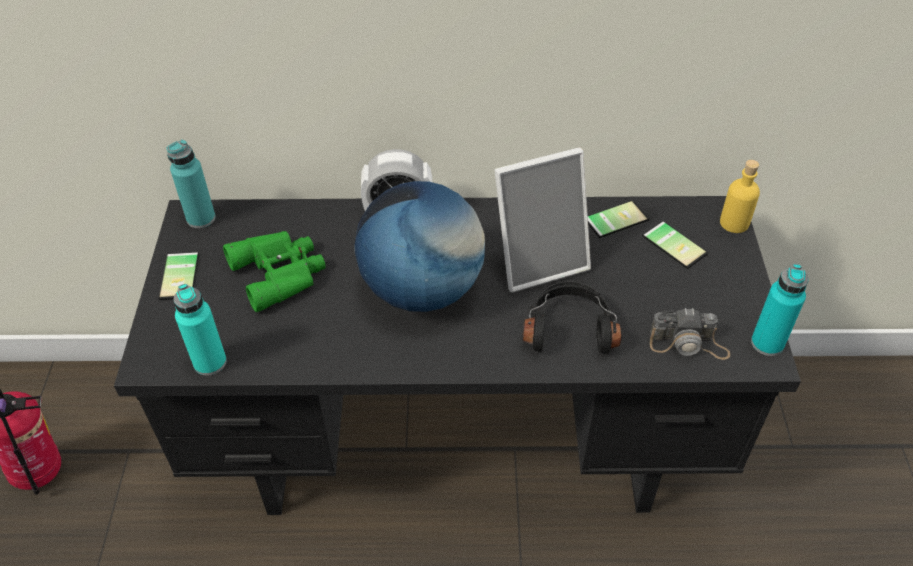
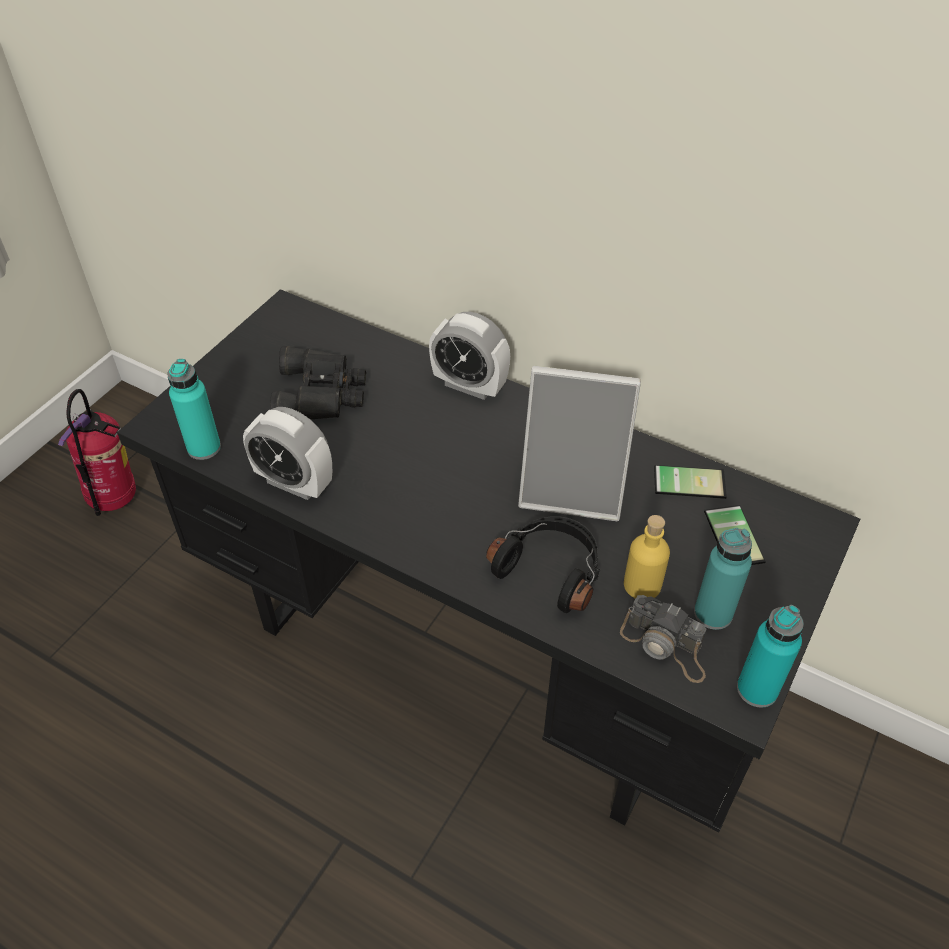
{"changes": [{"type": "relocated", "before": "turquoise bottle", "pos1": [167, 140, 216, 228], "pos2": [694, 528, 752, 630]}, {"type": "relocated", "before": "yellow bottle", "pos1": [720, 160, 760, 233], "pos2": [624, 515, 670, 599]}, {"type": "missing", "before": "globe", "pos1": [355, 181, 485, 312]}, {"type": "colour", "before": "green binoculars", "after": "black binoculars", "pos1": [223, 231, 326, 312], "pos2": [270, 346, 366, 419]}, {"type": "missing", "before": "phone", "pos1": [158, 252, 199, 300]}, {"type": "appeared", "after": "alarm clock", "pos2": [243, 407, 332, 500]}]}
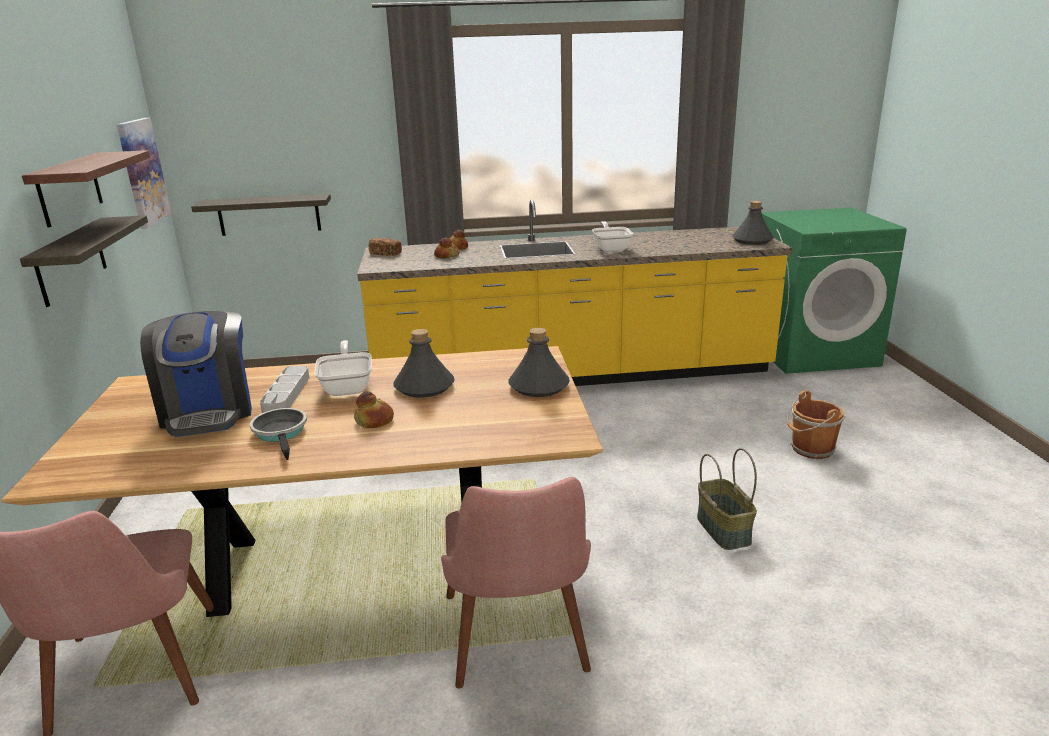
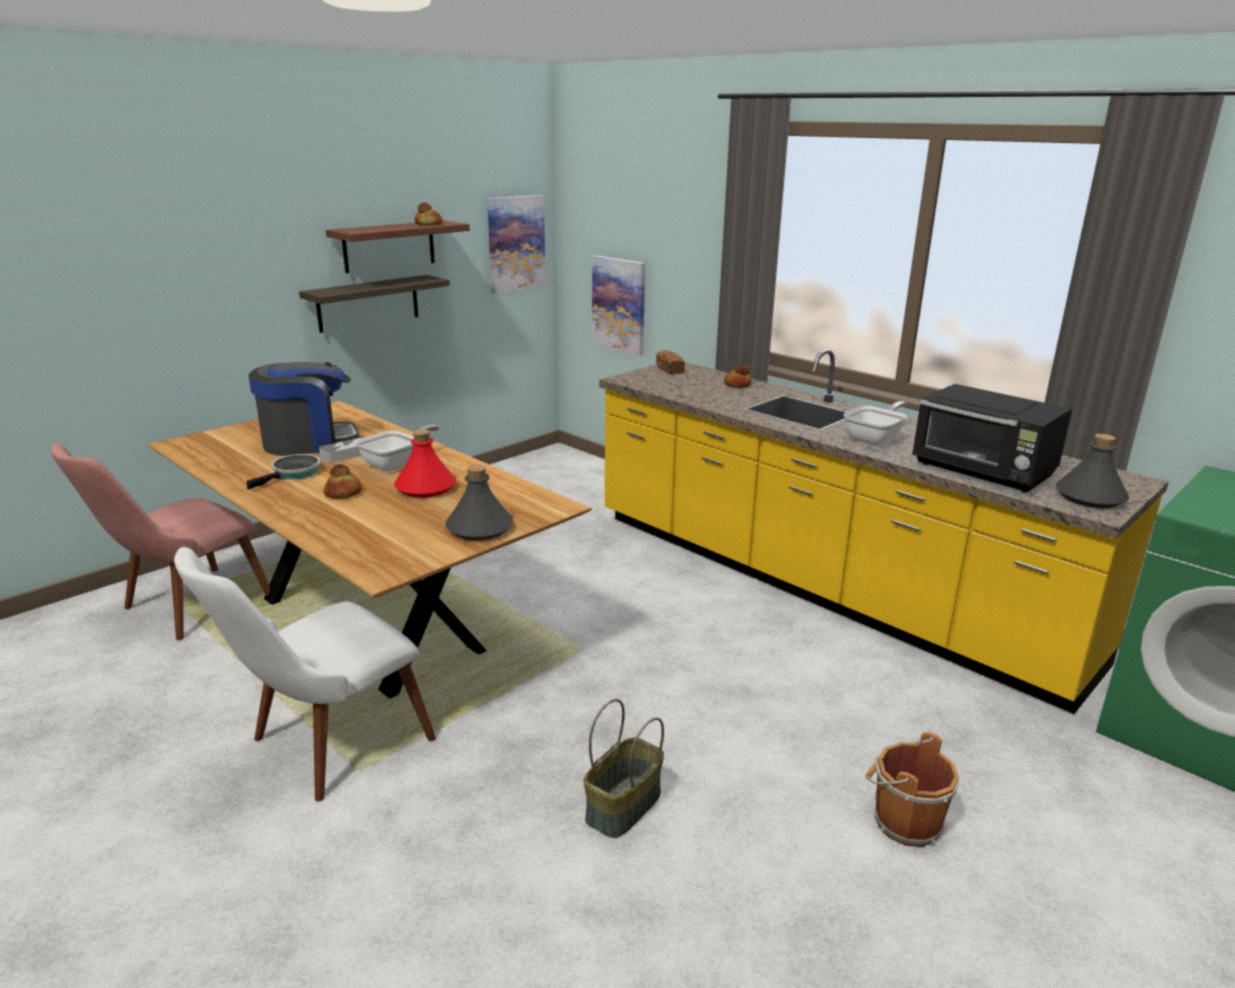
{"changes": [{"type": "exchanged", "before": "shelf", "after": "picture", "pos1": [191, 194, 331, 236], "pos2": [592, 255, 645, 356]}, {"type": "relocated", "before": "bread", "pos1": [434, 238, 460, 258], "pos2": [414, 202, 442, 225]}, {"type": "spun", "before": "coffee machine", "pos1": [140, 311, 252, 437], "pos2": [249, 362, 359, 456], "turn": -150}, {"type": "colour", "before": "grey bottle", "after": "red bottle", "pos1": [393, 329, 454, 398], "pos2": [394, 429, 456, 498]}, {"type": "colour", "before": "pink chair", "after": "white chair", "pos1": [441, 477, 591, 688], "pos2": [174, 547, 436, 802]}, {"type": "appeared", "after": "black microwave", "pos2": [912, 384, 1072, 493]}]}
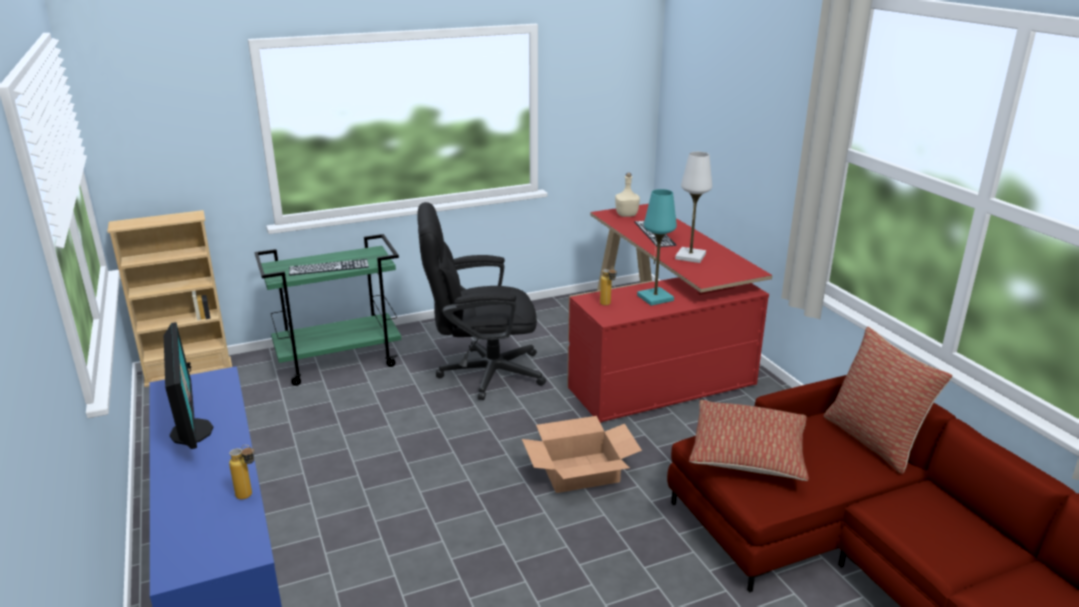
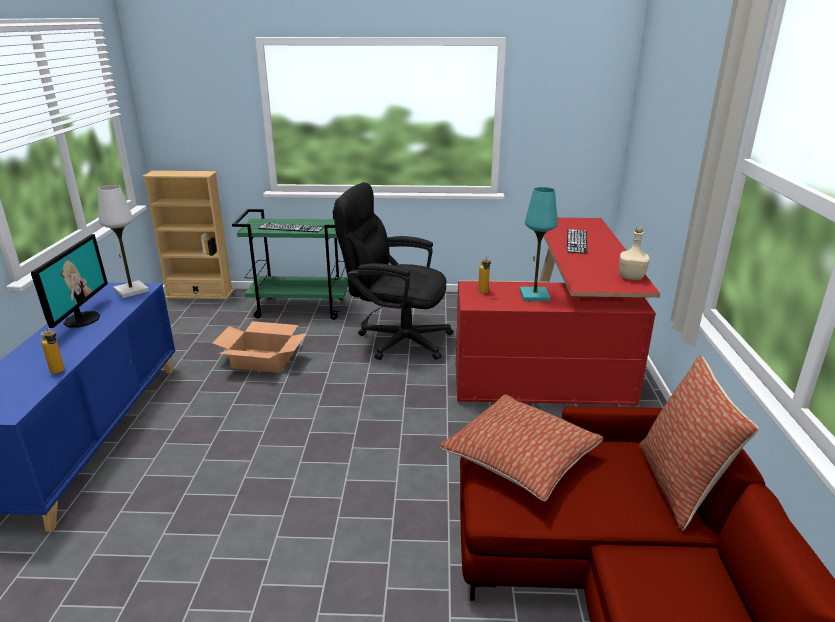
{"changes": [{"type": "relocated", "before": "white table lamp", "pos1": [675, 152, 712, 263], "pos2": [98, 185, 149, 298]}, {"type": "relocated", "before": "beige bottle", "pos1": [615, 173, 640, 217], "pos2": [619, 227, 650, 280]}, {"type": "relocated", "before": "cardboard box", "pos1": [522, 416, 642, 493], "pos2": [212, 321, 307, 373]}]}
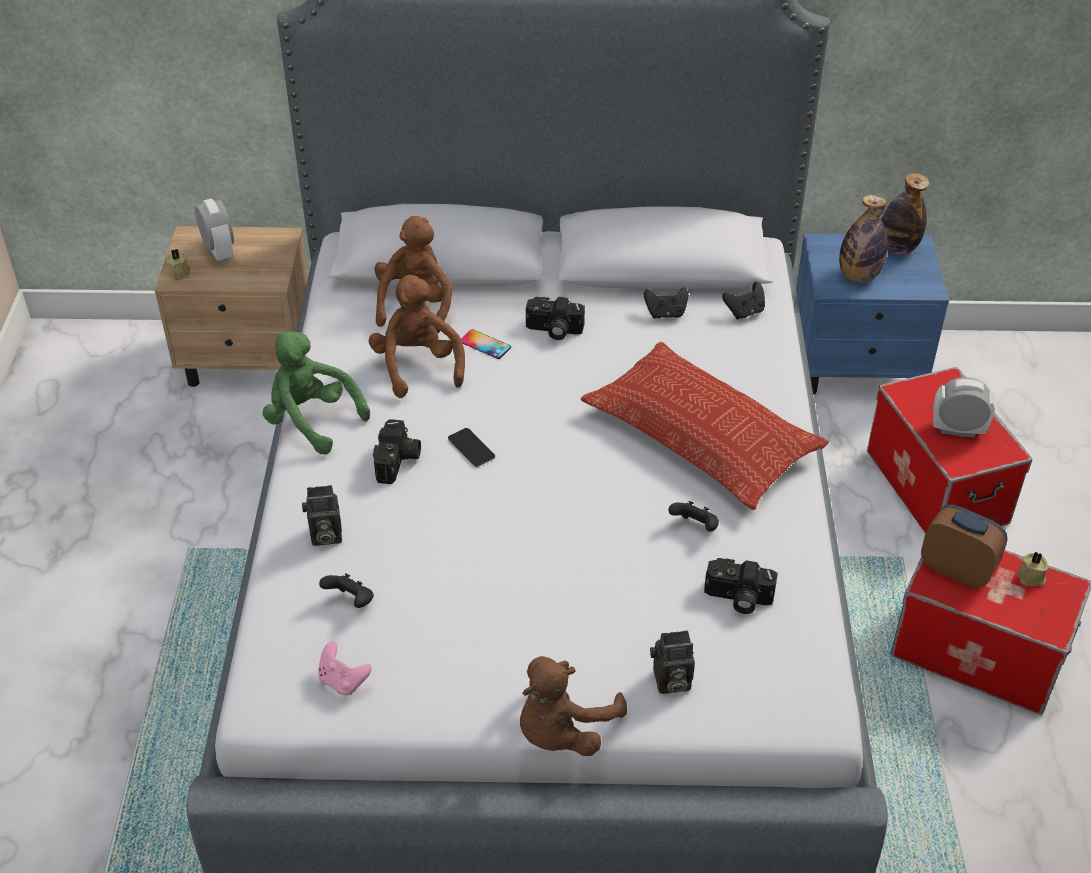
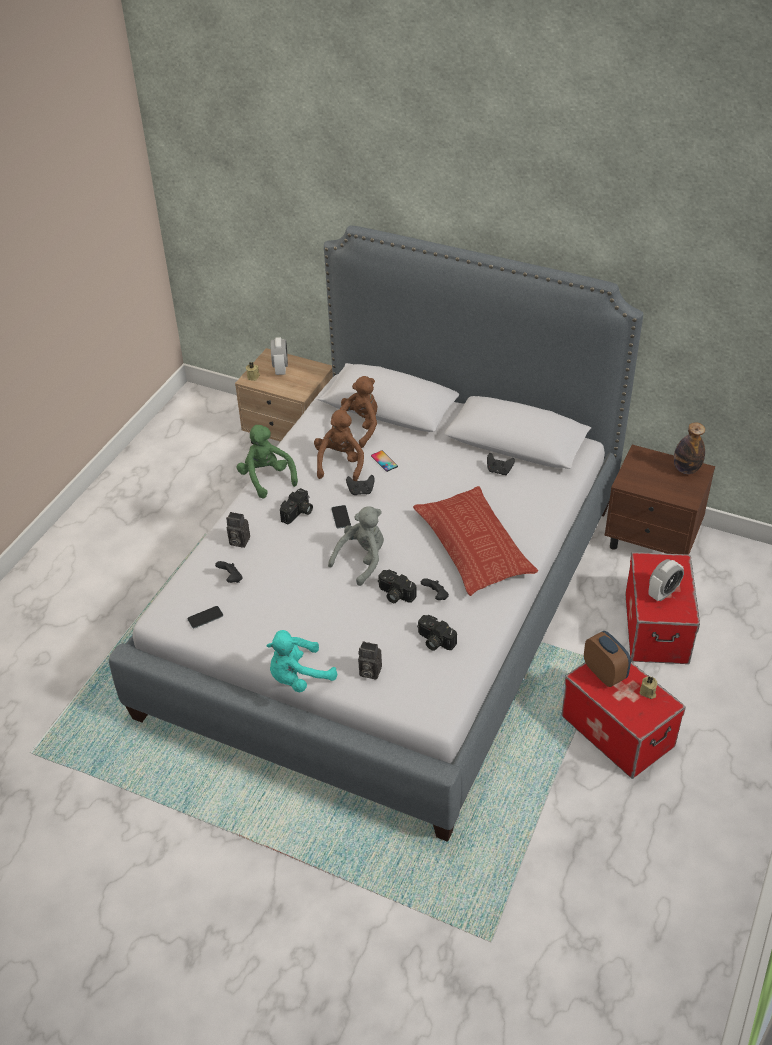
{"changes": [{"type": "missing", "before": "bottle", "pos1": [839, 195, 888, 282]}, {"type": "colour", "before": "blue nightstand", "after": "brown nightstand", "pos1": [796, 234, 949, 395], "pos2": [604, 445, 715, 555]}, {"type": "relocated", "before": "black game controller", "pos1": [722, 282, 765, 319], "pos2": [346, 475, 375, 495]}, {"type": "relocated", "before": "photo camera", "pos1": [526, 297, 585, 340], "pos2": [378, 570, 417, 603]}, {"type": "spun", "before": "alarm clock", "pos1": [933, 377, 995, 438], "pos2": [649, 559, 684, 602], "turn": 105}, {"type": "exchanged", "before": "pink game controller", "after": "phone", "pos1": [318, 641, 372, 695], "pos2": [187, 606, 223, 628]}, {"type": "colour", "before": "brown plush toy", "after": "turquoise plush toy", "pos1": [520, 656, 627, 756], "pos2": [266, 630, 337, 693]}, {"type": "appeared", "after": "grey plush toy", "pos2": [328, 506, 384, 586]}]}
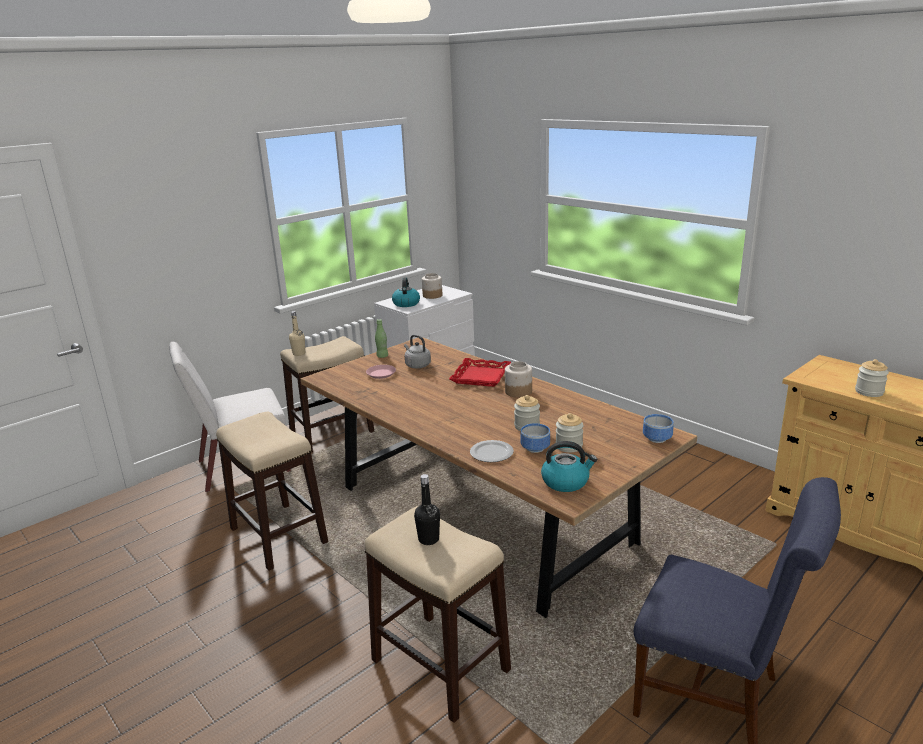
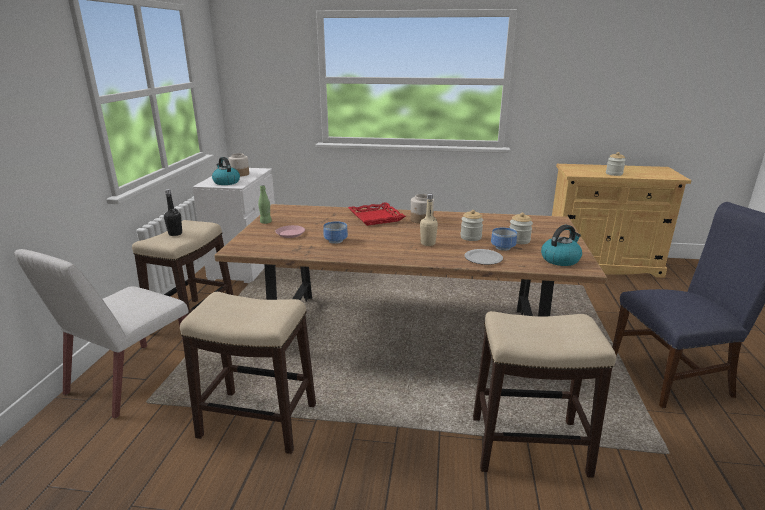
{"changes": [{"type": "relocated", "before": "beige bottle", "pos1": [289, 311, 305, 356], "pos2": [420, 194, 438, 246]}, {"type": "missing", "before": "grey kettle", "pos1": [404, 335, 431, 368]}, {"type": "relocated", "before": "bowl", "pos1": [643, 414, 674, 443], "pos2": [323, 221, 348, 244]}, {"type": "relocated", "before": "black bottle", "pos1": [414, 474, 440, 545], "pos2": [164, 189, 182, 236]}]}
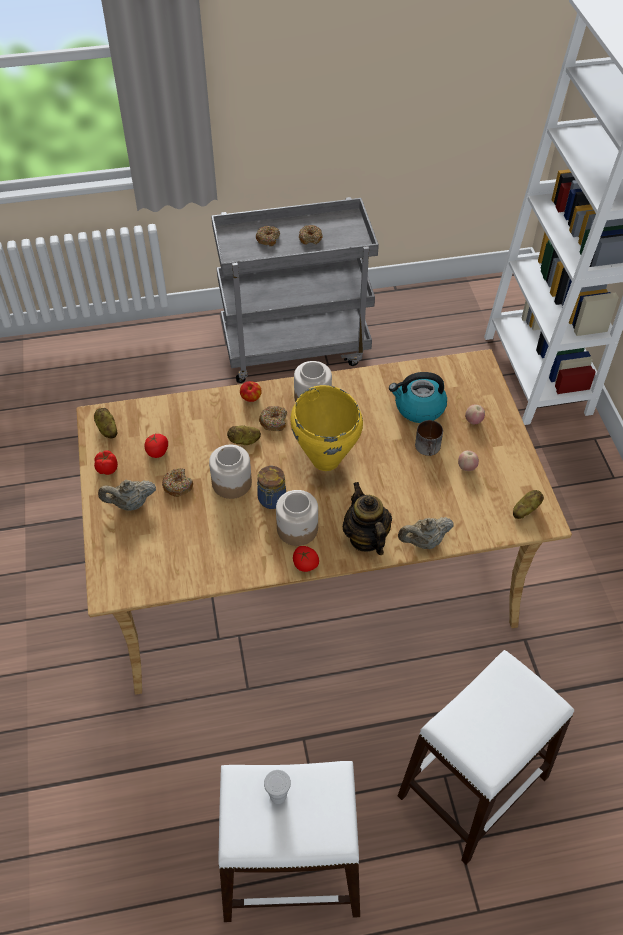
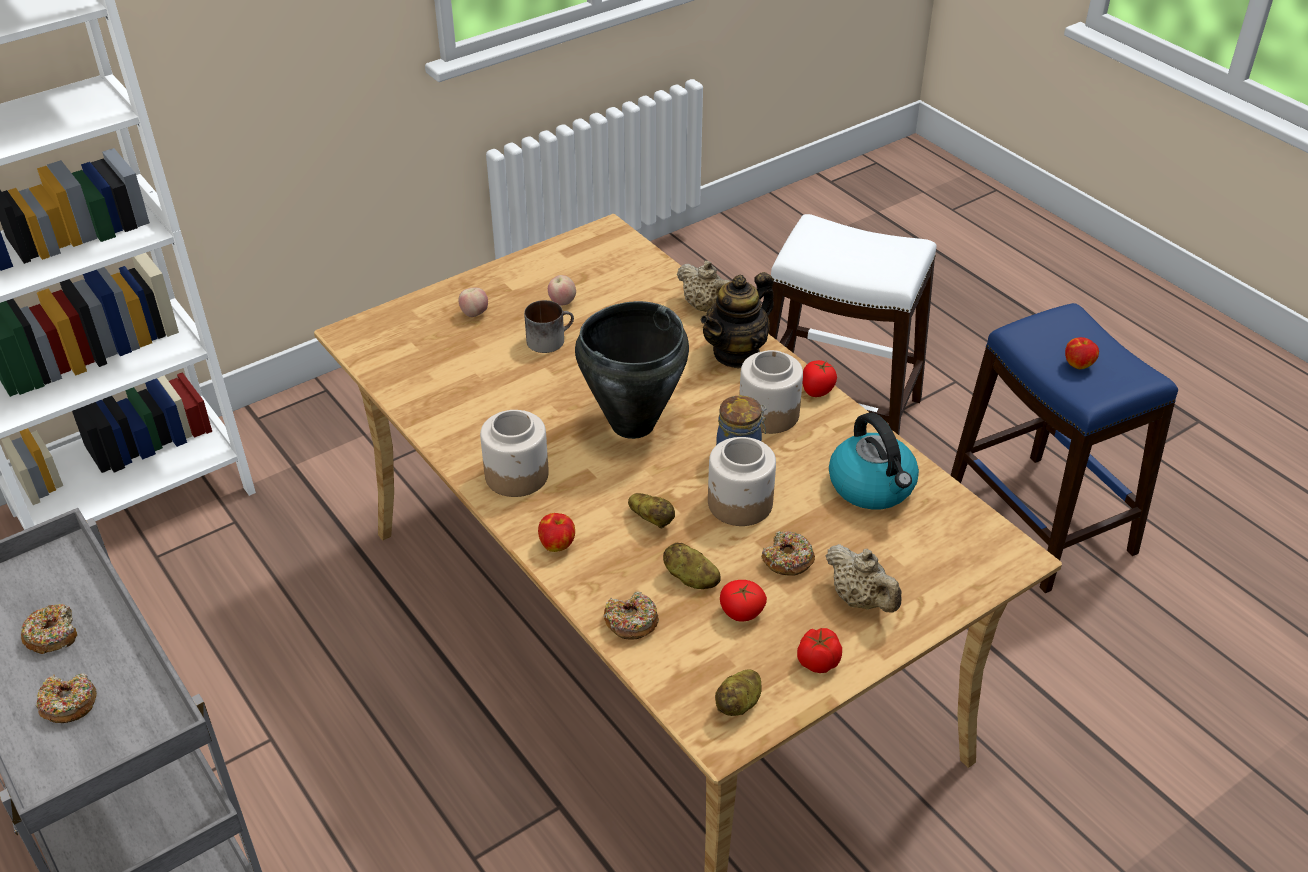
{"changes": [{"type": "relocated", "before": "kettle", "pos1": [389, 372, 447, 423], "pos2": [829, 413, 919, 510]}, {"type": "colour", "before": "yellow cooking pot", "after": "black cooking pot", "pos1": [290, 385, 363, 471], "pos2": [575, 301, 689, 439]}, {"type": "relocated", "before": "donut", "pos1": [259, 406, 287, 431], "pos2": [604, 592, 659, 640]}, {"type": "relocated", "before": "potato", "pos1": [513, 490, 544, 519], "pos2": [663, 543, 721, 589]}, {"type": "colour", "before": "white stool", "after": "blue stool", "pos1": [218, 761, 360, 922], "pos2": [951, 303, 1178, 593]}, {"type": "exchanged", "before": "white cup", "after": "apple", "pos1": [264, 770, 291, 804], "pos2": [1065, 337, 1099, 369]}]}
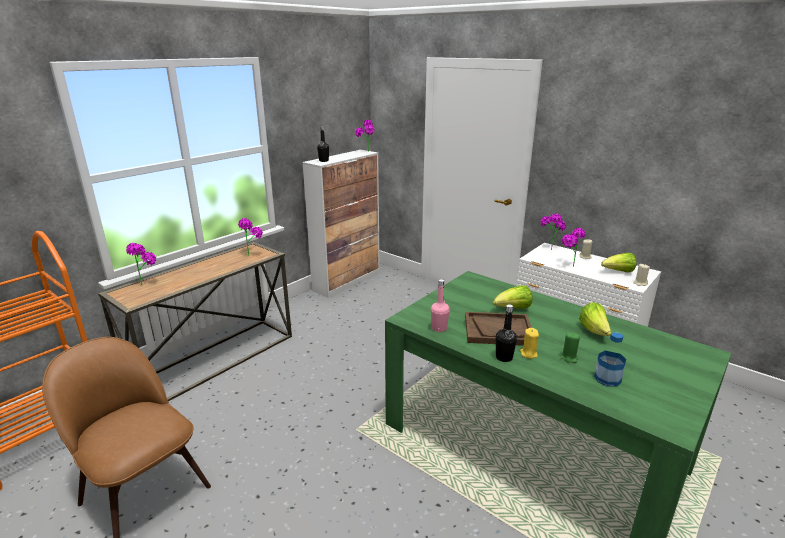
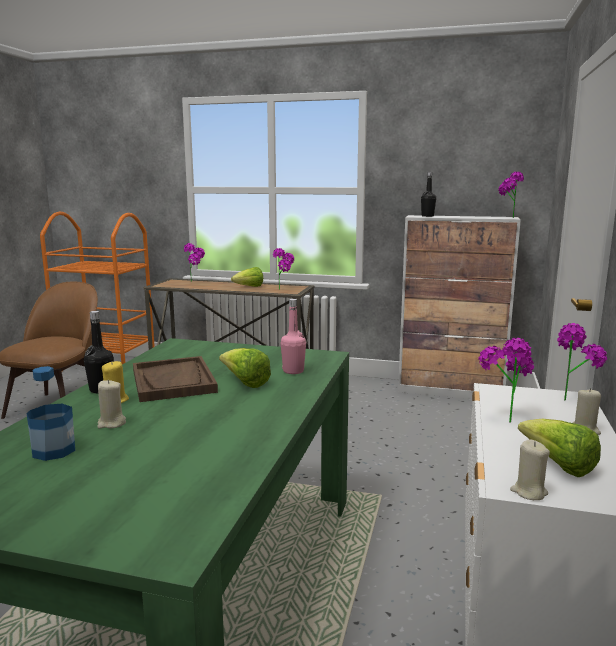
{"changes": [{"type": "relocated", "before": "pink bottle", "pos1": [431, 279, 450, 332], "pos2": [281, 299, 306, 374]}, {"type": "relocated", "before": "lettuce", "pos1": [579, 302, 612, 336], "pos2": [231, 267, 263, 287]}, {"type": "colour", "before": "green candle", "after": "beige candle", "pos1": [561, 332, 580, 363], "pos2": [97, 380, 126, 429]}]}
